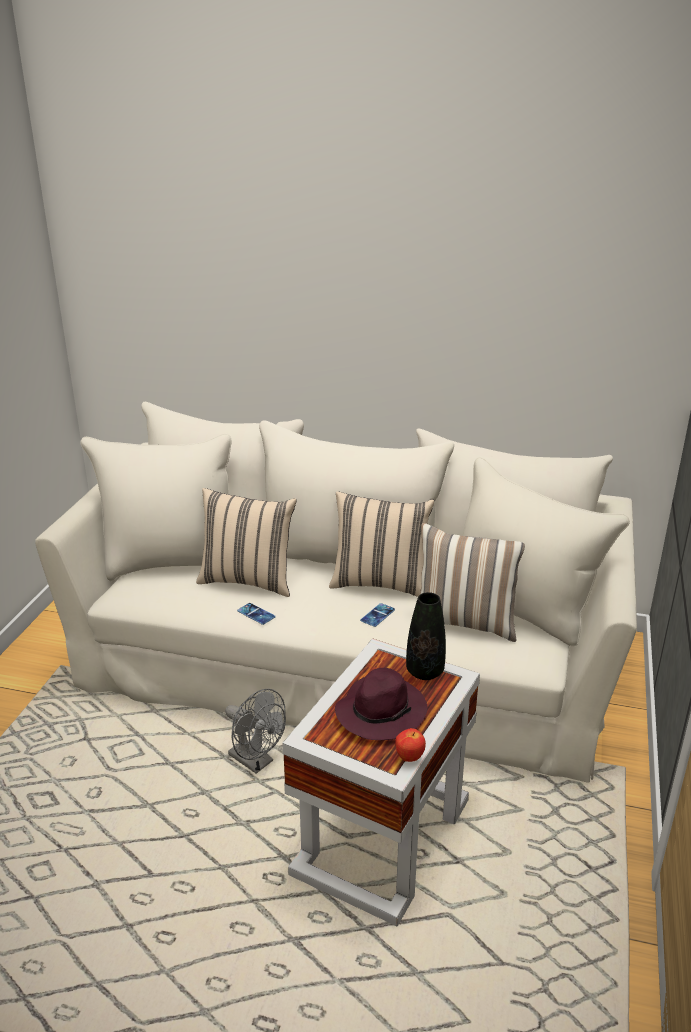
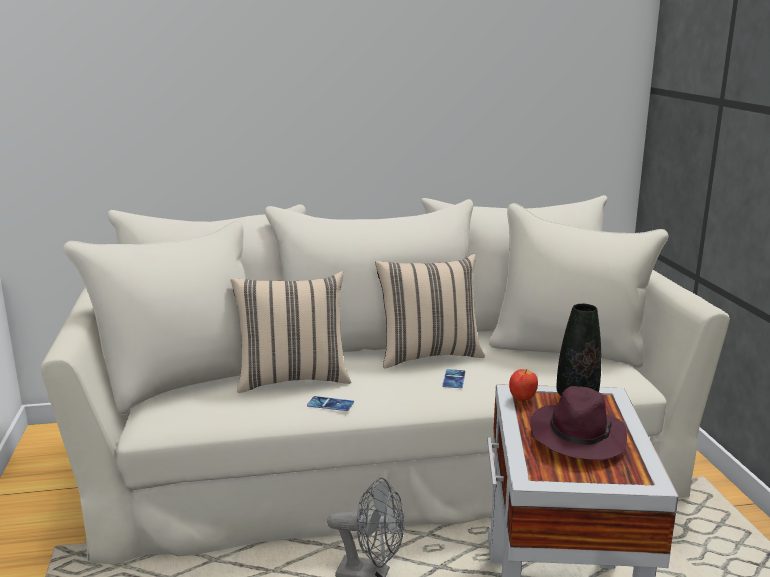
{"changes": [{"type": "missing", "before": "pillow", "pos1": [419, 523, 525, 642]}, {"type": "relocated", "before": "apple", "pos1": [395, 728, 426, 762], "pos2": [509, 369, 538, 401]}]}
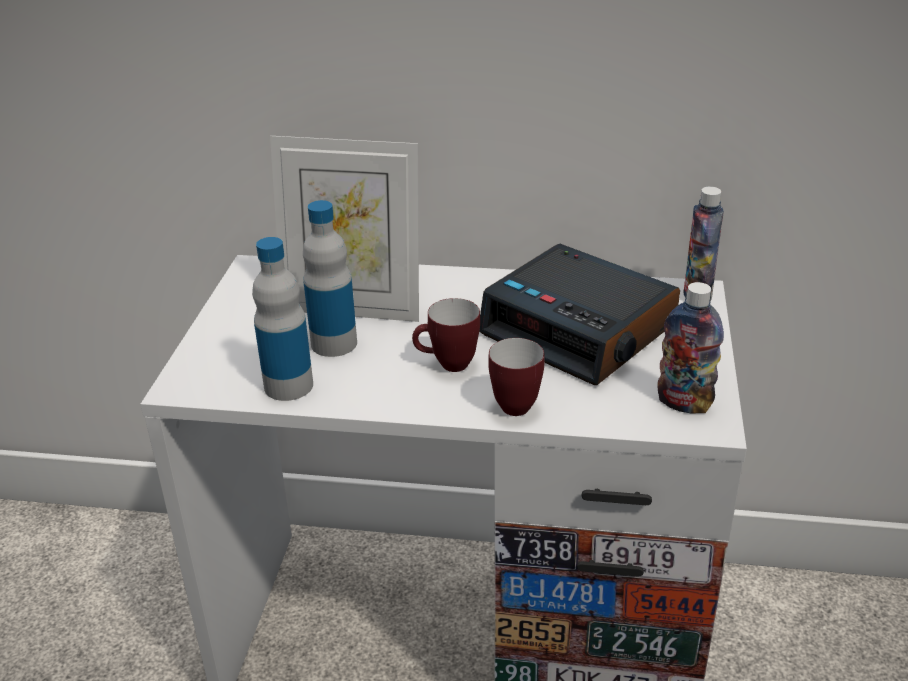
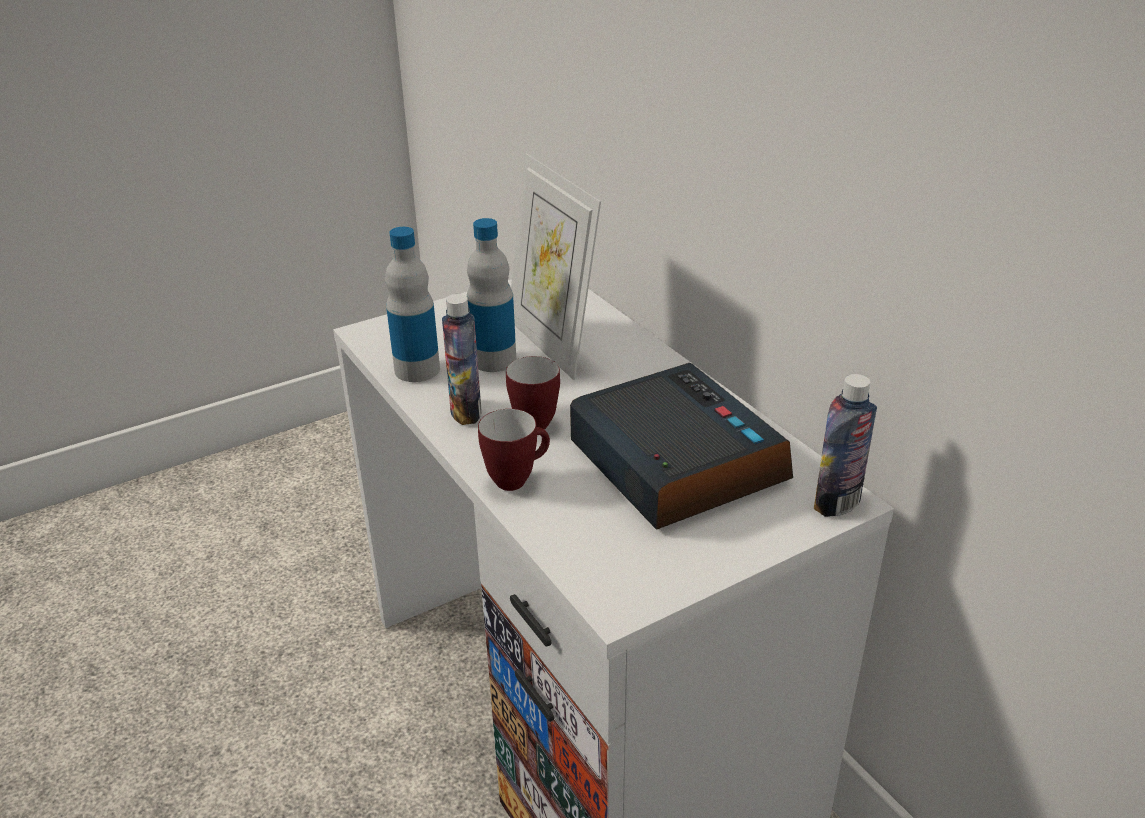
{"changes": [{"type": "spun", "before": "alarm clock", "pos1": [479, 244, 680, 385], "pos2": [570, 363, 793, 530], "turn": 150}, {"type": "relocated", "before": "bottle", "pos1": [657, 282, 724, 414], "pos2": [442, 294, 482, 425]}]}
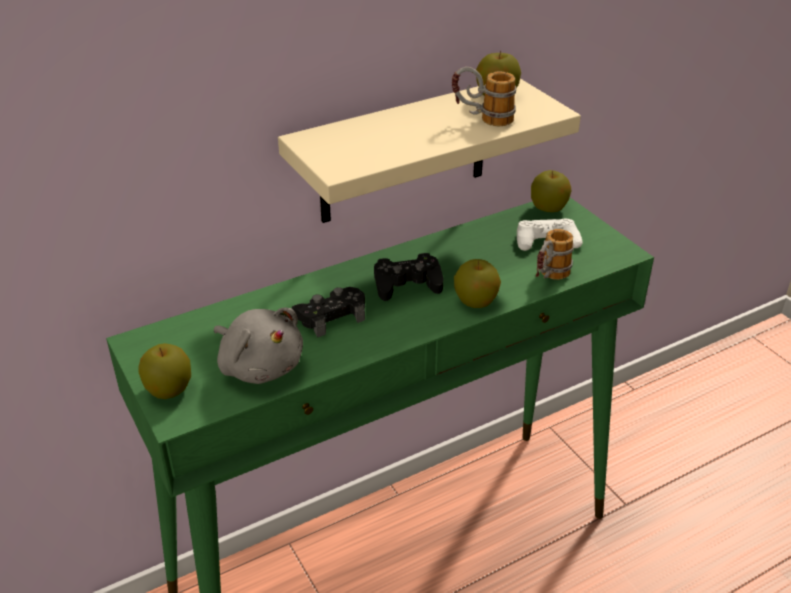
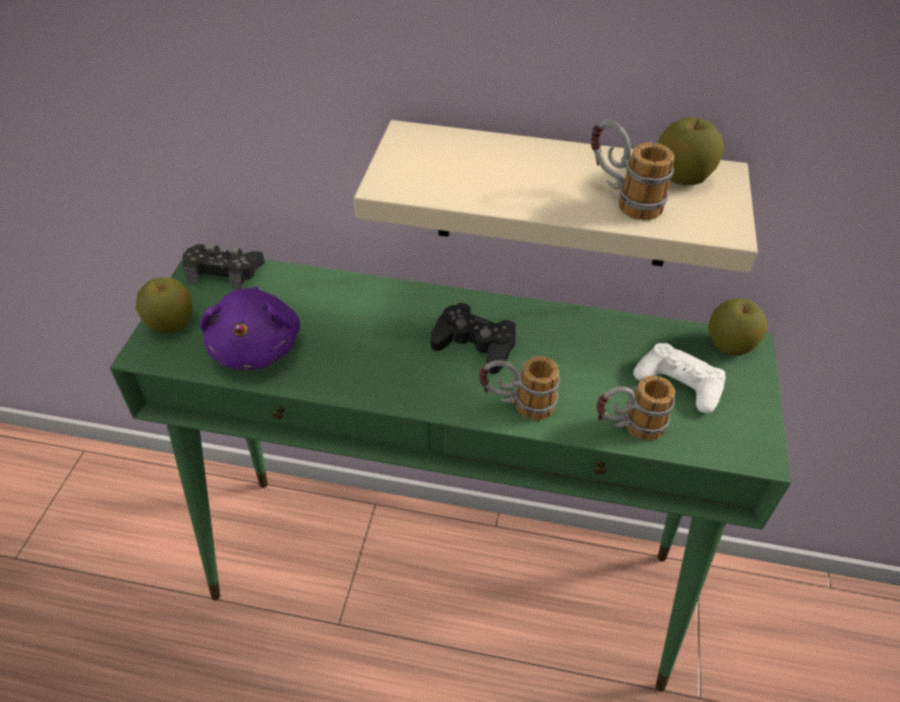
{"changes": [{"type": "exchanged", "before": "apple", "after": "mug", "pos1": [454, 259, 501, 308], "pos2": [479, 356, 560, 420]}, {"type": "relocated", "before": "black game controller", "pos1": [292, 287, 365, 338], "pos2": [182, 243, 265, 290]}, {"type": "colour", "before": "grey plush toy", "after": "purple plush toy", "pos1": [214, 307, 303, 384], "pos2": [200, 287, 300, 370]}]}
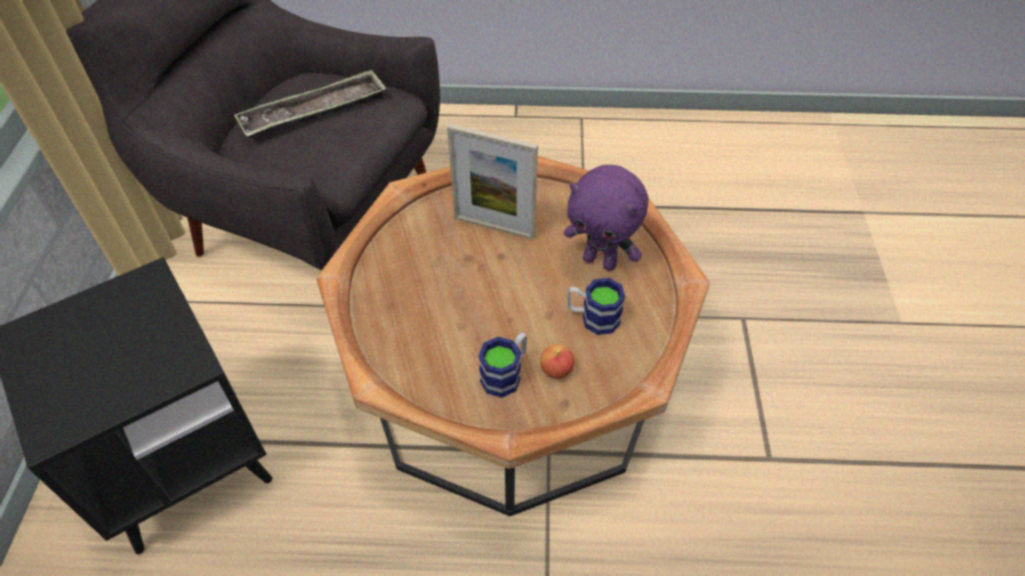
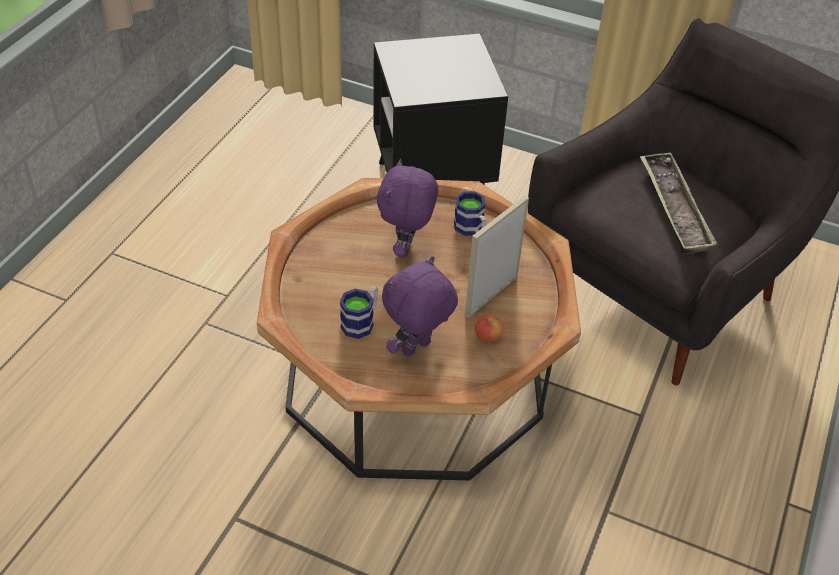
{"changes": [{"type": "relocated", "before": "mug", "pos1": [478, 332, 527, 398], "pos2": [454, 191, 486, 236]}, {"type": "relocated", "before": "apple", "pos1": [540, 344, 575, 379], "pos2": [475, 315, 503, 343]}, {"type": "appeared", "after": "purple plush toy", "pos2": [377, 159, 438, 258]}]}
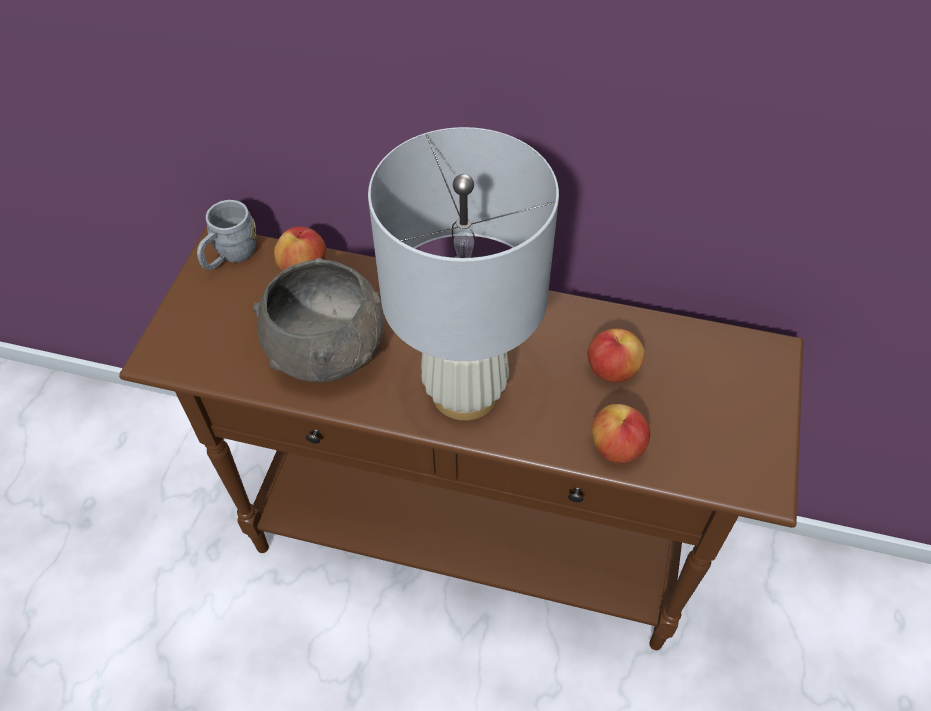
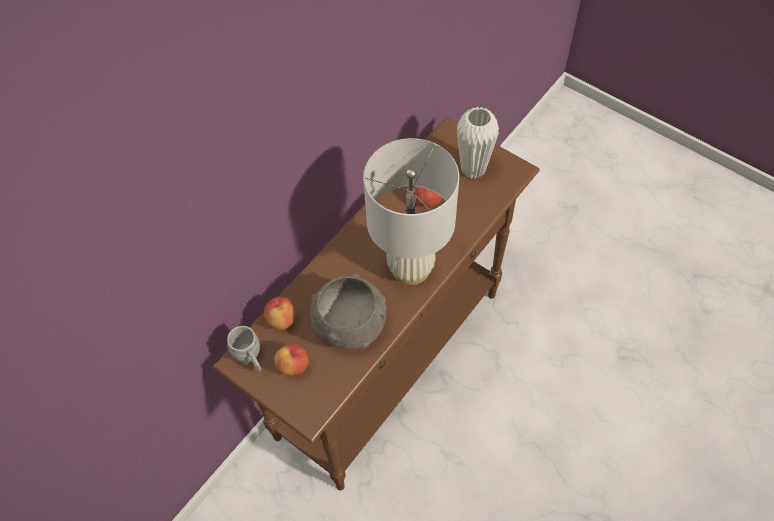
{"changes": [{"type": "relocated", "before": "apple", "pos1": [591, 404, 650, 463], "pos2": [274, 343, 309, 376]}, {"type": "appeared", "after": "white vase", "pos2": [457, 107, 499, 179]}]}
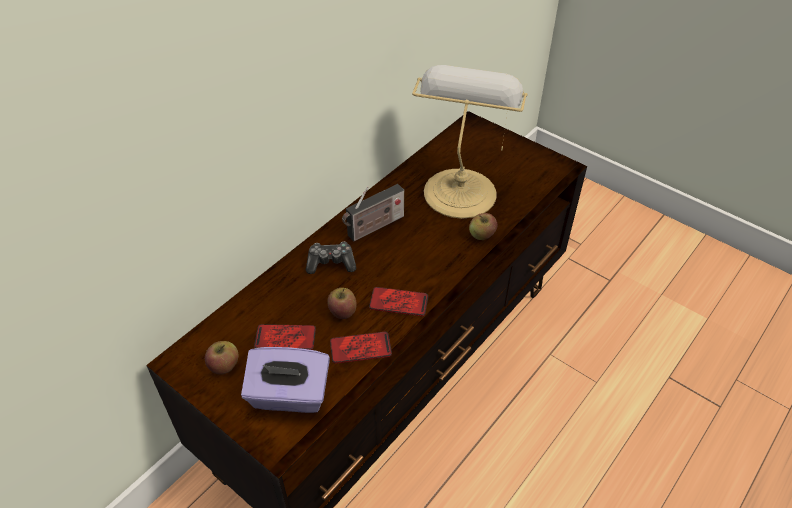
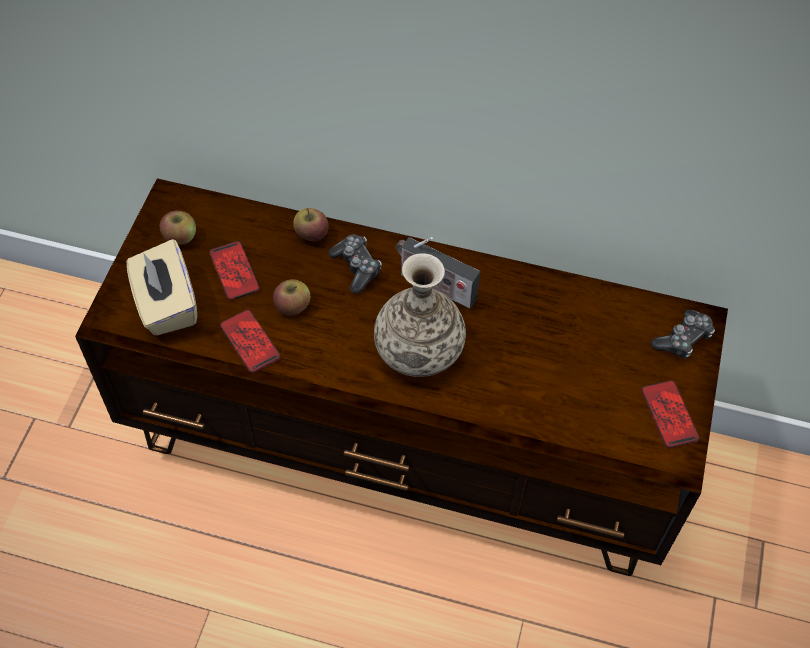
{"changes": [{"type": "missing", "before": "table lamp", "pos1": [412, 65, 528, 219]}, {"type": "relocated", "before": "apple", "pos1": [469, 213, 498, 240], "pos2": [293, 208, 329, 241]}, {"type": "relocated", "before": "phone", "pos1": [369, 287, 428, 316], "pos2": [641, 380, 700, 449]}, {"type": "colour", "before": "purple tissue box", "after": "beige tissue box", "pos1": [241, 347, 330, 413], "pos2": [126, 239, 197, 335]}, {"type": "appeared", "after": "vase", "pos2": [374, 253, 466, 377]}, {"type": "appeared", "after": "game controller", "pos2": [651, 310, 715, 359]}]}
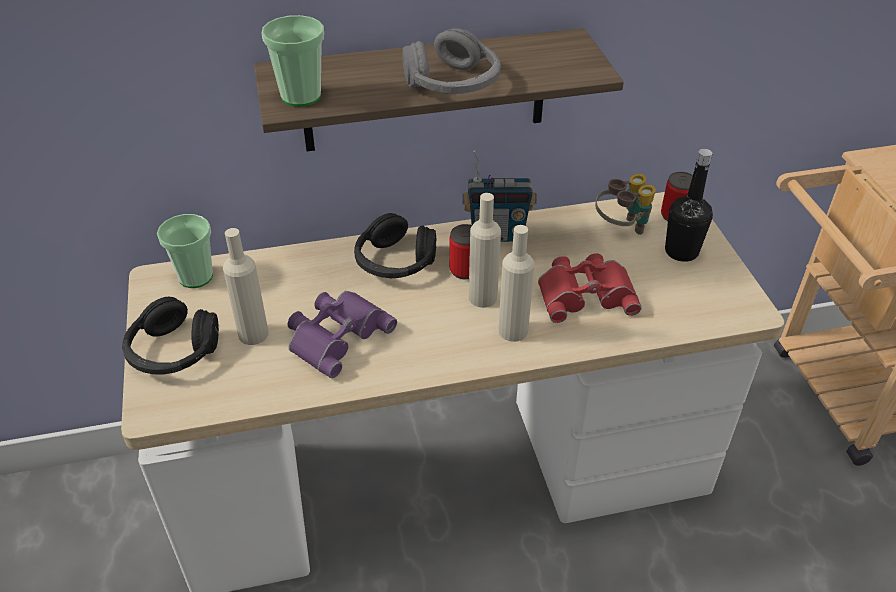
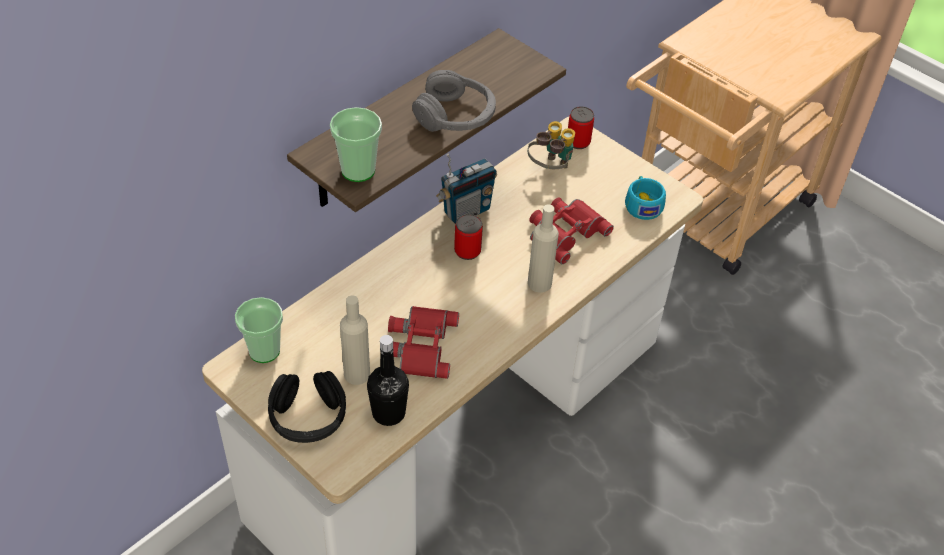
{"changes": [{"type": "relocated", "before": "black bottle", "pos1": [665, 149, 713, 262], "pos2": [367, 335, 409, 426]}, {"type": "missing", "before": "beige bottle", "pos1": [469, 193, 501, 308]}, {"type": "missing", "before": "black headphones", "pos1": [354, 213, 436, 278]}, {"type": "colour", "before": "purple binoculars", "after": "red binoculars", "pos1": [288, 291, 397, 378], "pos2": [388, 306, 459, 379]}, {"type": "appeared", "after": "turquoise cup", "pos2": [625, 176, 666, 220]}]}
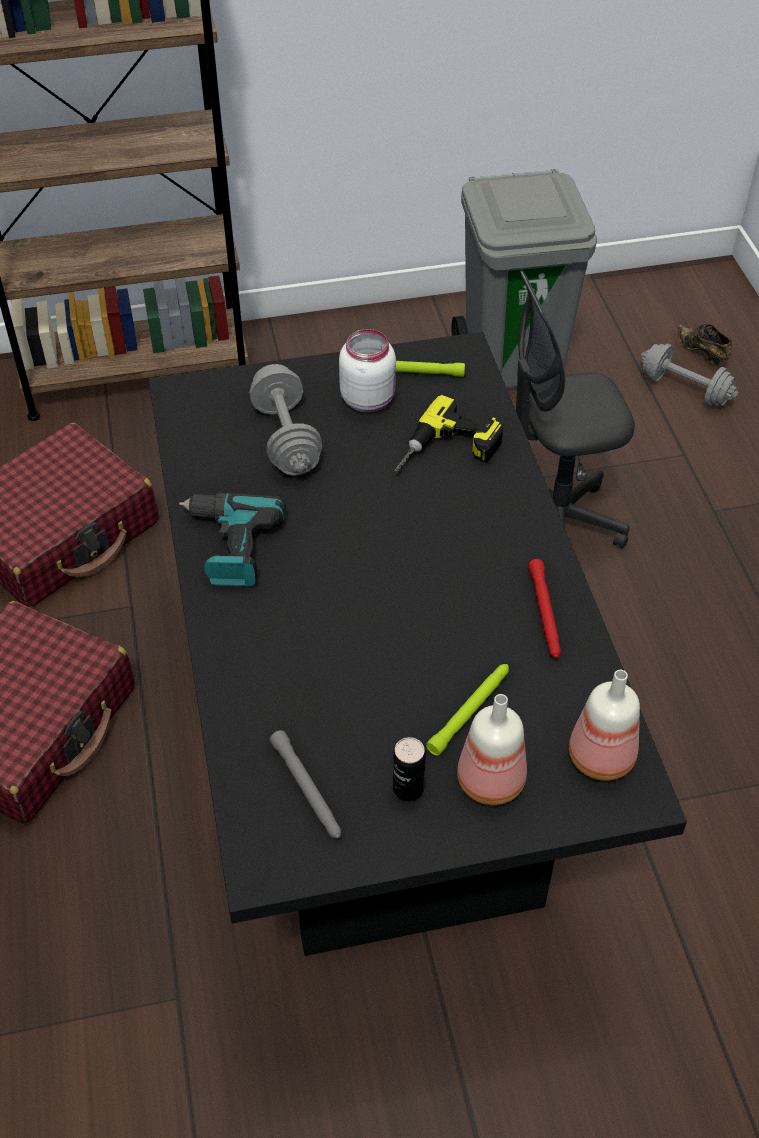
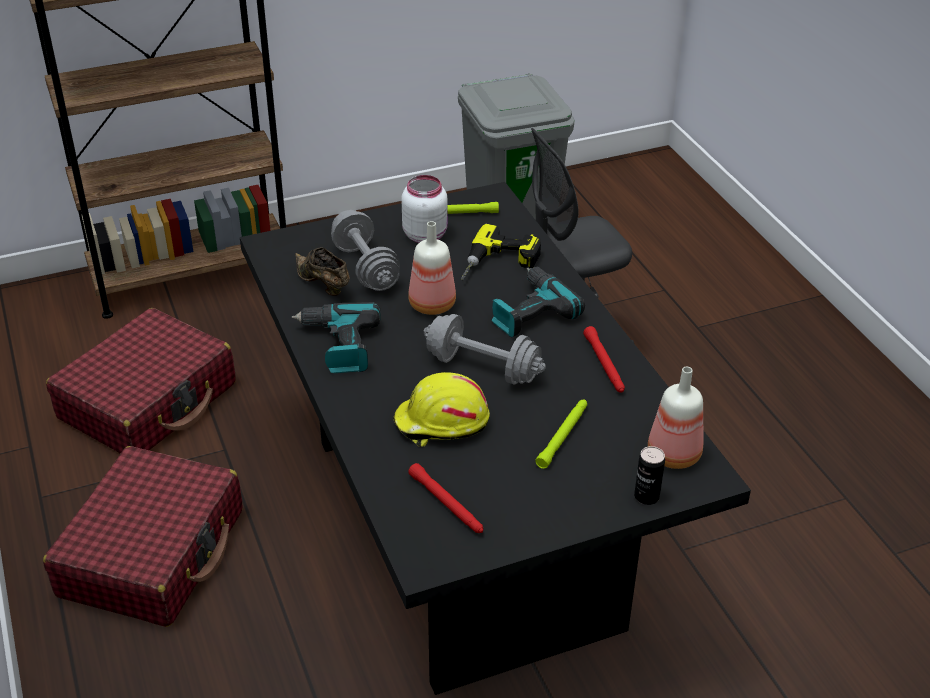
{"changes": [{"type": "relocated", "before": "brown shoe", "pos1": [678, 324, 732, 366], "pos2": [295, 247, 350, 296]}, {"type": "relocated", "before": "grey dumbbell", "pos1": [641, 344, 738, 406], "pos2": [424, 314, 546, 385]}, {"type": "relocated", "before": "bottle", "pos1": [457, 694, 527, 805], "pos2": [408, 221, 456, 315]}, {"type": "colour", "before": "grey flashlight", "after": "red flashlight", "pos1": [270, 730, 341, 839], "pos2": [408, 463, 483, 533]}, {"type": "relocated", "before": "can", "pos1": [393, 737, 426, 802], "pos2": [634, 446, 665, 505]}, {"type": "appeared", "after": "power drill", "pos2": [492, 267, 585, 337]}, {"type": "appeared", "after": "yellow hard hat", "pos2": [393, 372, 490, 446]}]}
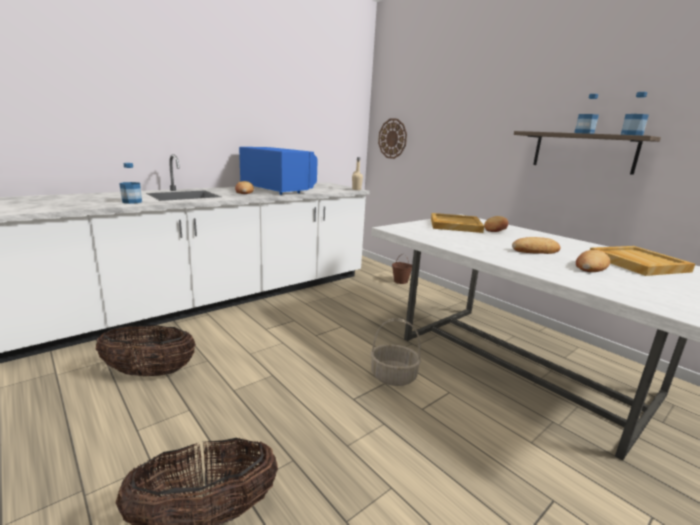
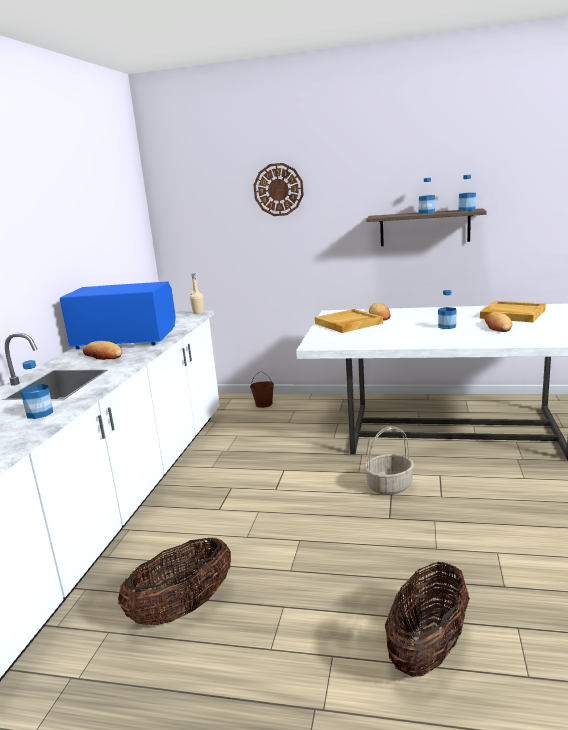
{"changes": [{"type": "relocated", "before": "wall clock", "pos1": [378, 119, 407, 159], "pos2": [254, 163, 304, 216]}, {"type": "exchanged", "before": "bread", "after": "bottle", "pos1": [512, 237, 560, 254], "pos2": [438, 290, 457, 329]}]}
